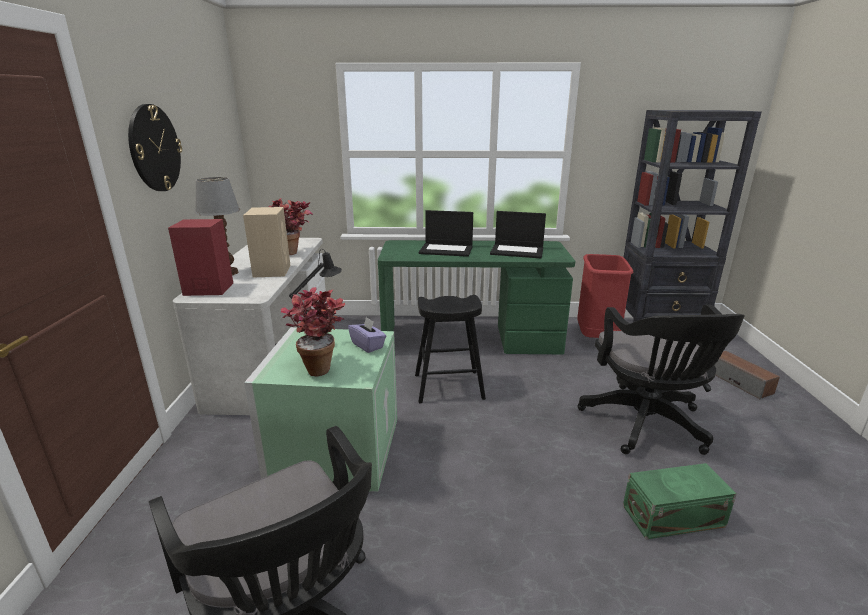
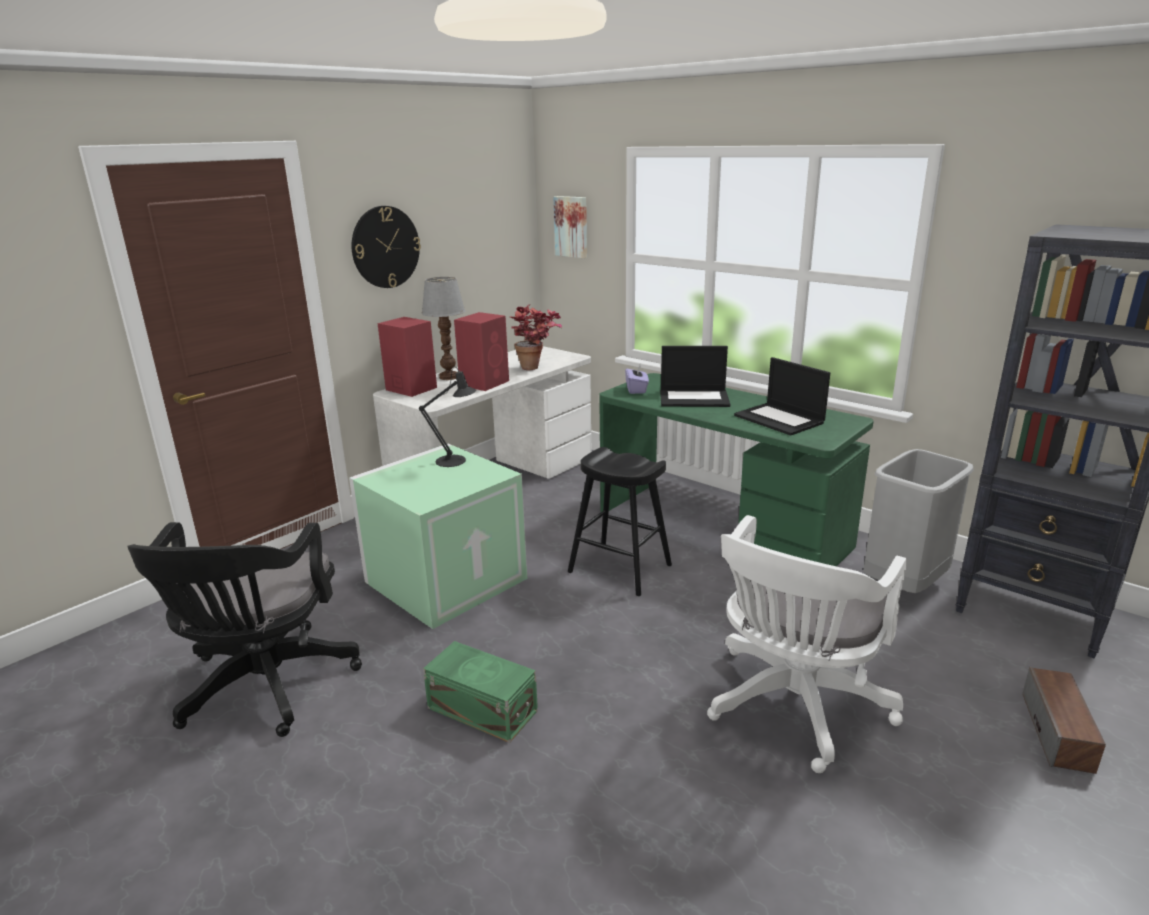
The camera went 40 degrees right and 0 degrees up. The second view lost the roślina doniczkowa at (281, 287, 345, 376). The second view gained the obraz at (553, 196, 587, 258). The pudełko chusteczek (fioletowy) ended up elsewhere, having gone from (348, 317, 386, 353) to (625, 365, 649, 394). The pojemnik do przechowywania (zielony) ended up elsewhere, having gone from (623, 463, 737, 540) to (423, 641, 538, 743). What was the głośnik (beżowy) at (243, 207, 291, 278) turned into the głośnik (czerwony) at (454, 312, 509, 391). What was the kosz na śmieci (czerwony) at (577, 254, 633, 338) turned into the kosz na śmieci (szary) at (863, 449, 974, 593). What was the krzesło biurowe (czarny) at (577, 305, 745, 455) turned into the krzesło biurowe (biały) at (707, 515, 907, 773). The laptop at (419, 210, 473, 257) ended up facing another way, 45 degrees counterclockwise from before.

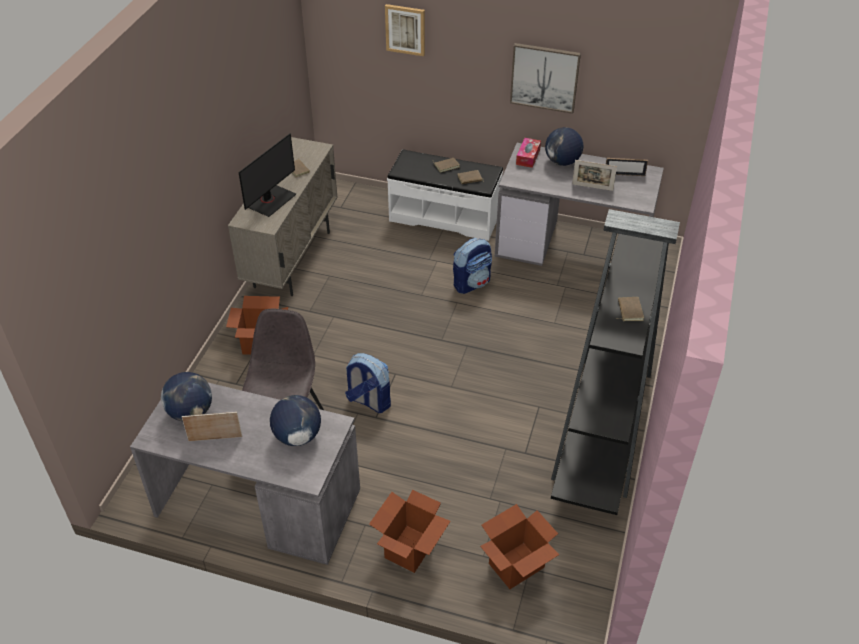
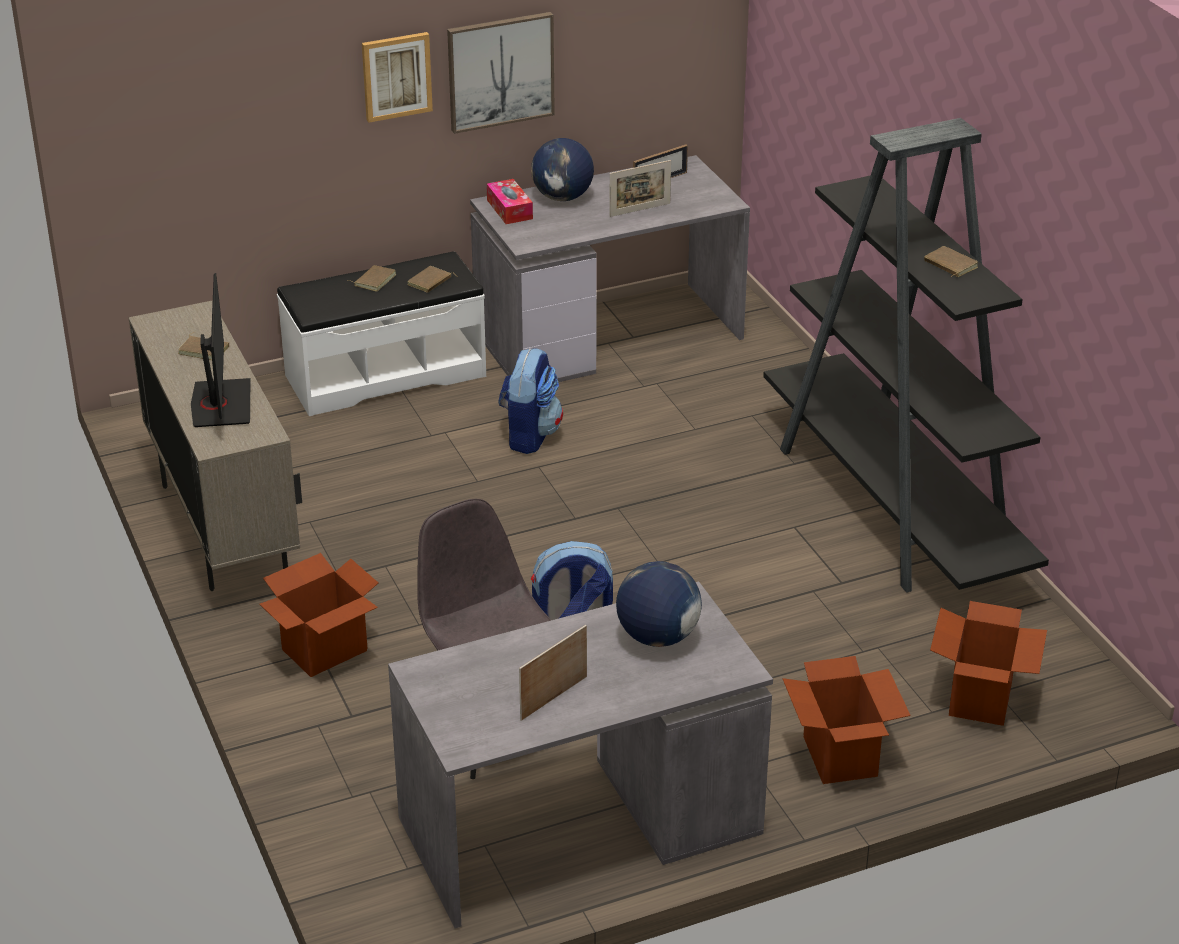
The camera went 40 degrees left and 10 degrees down. The second view lost the globus at (161, 372, 212, 421). The obraz ended up elsewhere, having gone from (385, 4, 425, 56) to (362, 32, 433, 123).

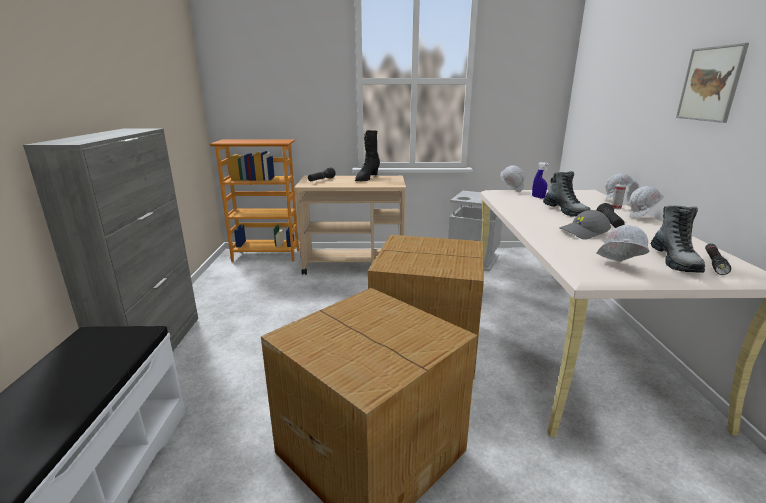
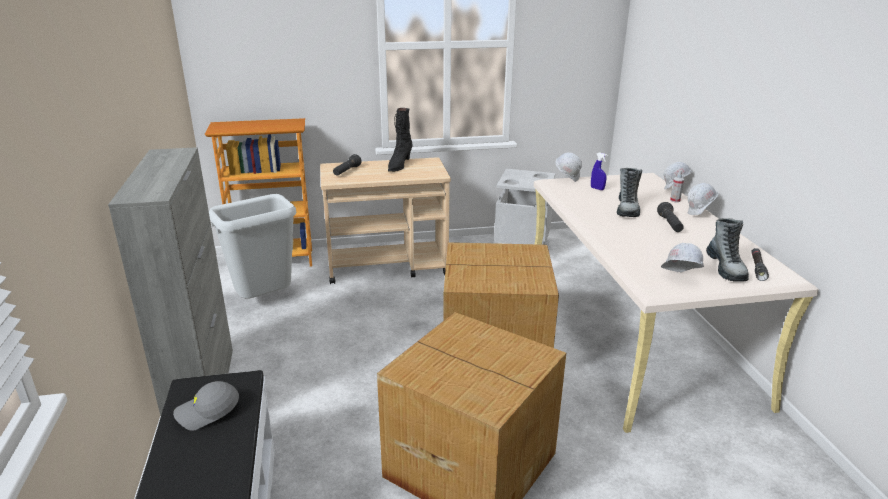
The camera went 10 degrees left and 5 degrees up. The second view lost the obraz at (676, 43, 749, 123). The second view gained the kosz na śmieci (szary) at (209, 194, 297, 299). The czapka z daszkiem (szary) ended up elsewhere, having gone from (560, 210, 611, 240) to (173, 381, 239, 431). The but z cholewką at (543, 171, 591, 217) ended up facing another way, 45 degrees clockwise from before.

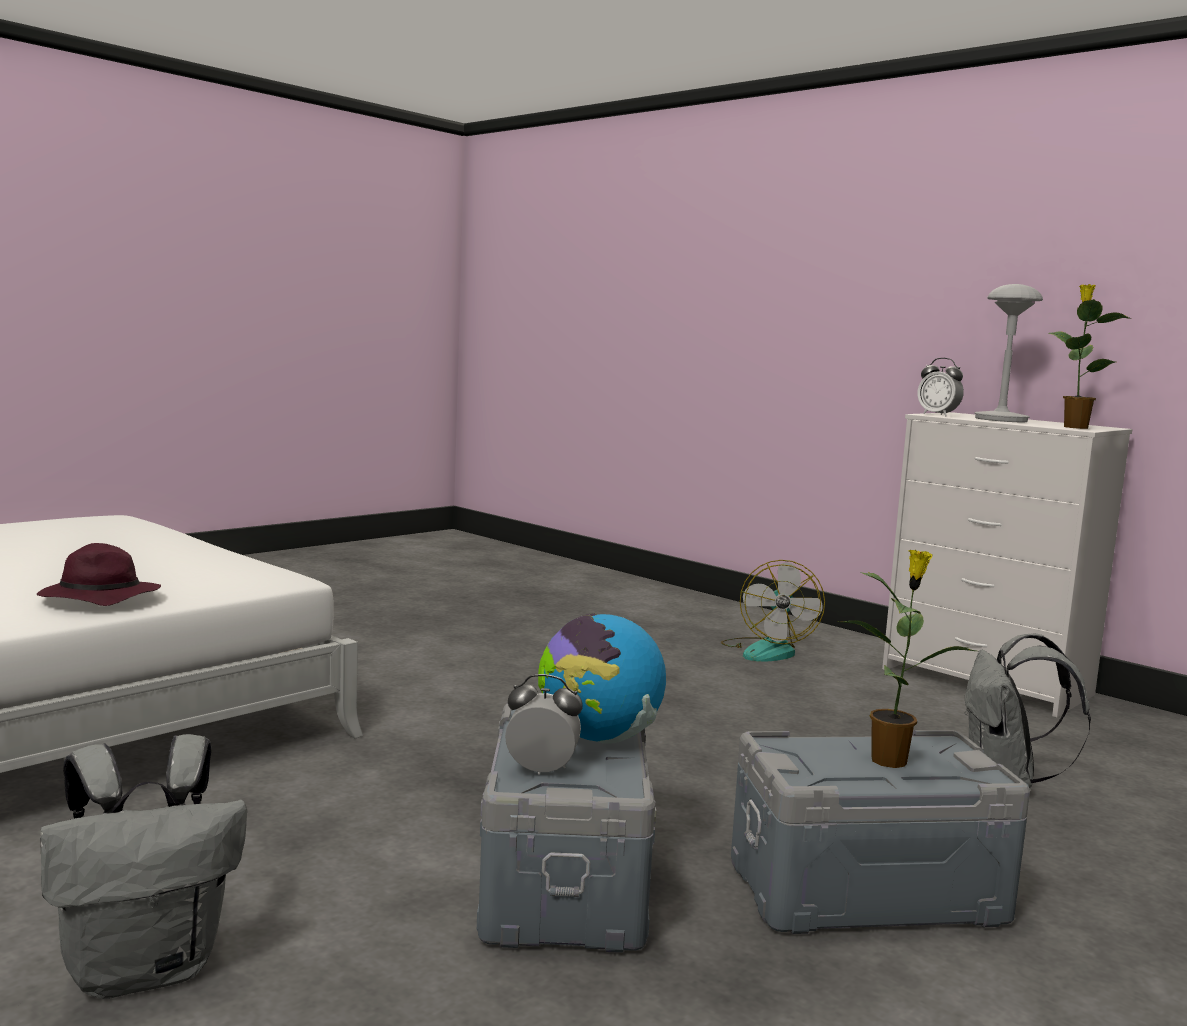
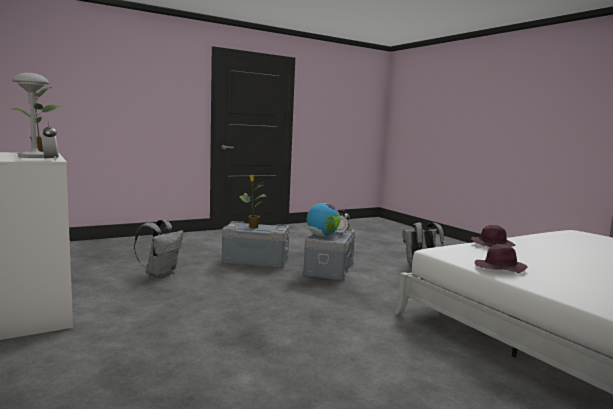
The camera went 165 degrees left and 0 degrees up. The second view lost the wentylator at (721, 560, 825, 662). The second view gained the kapelusz (fioletowy) at (475, 244, 528, 273).

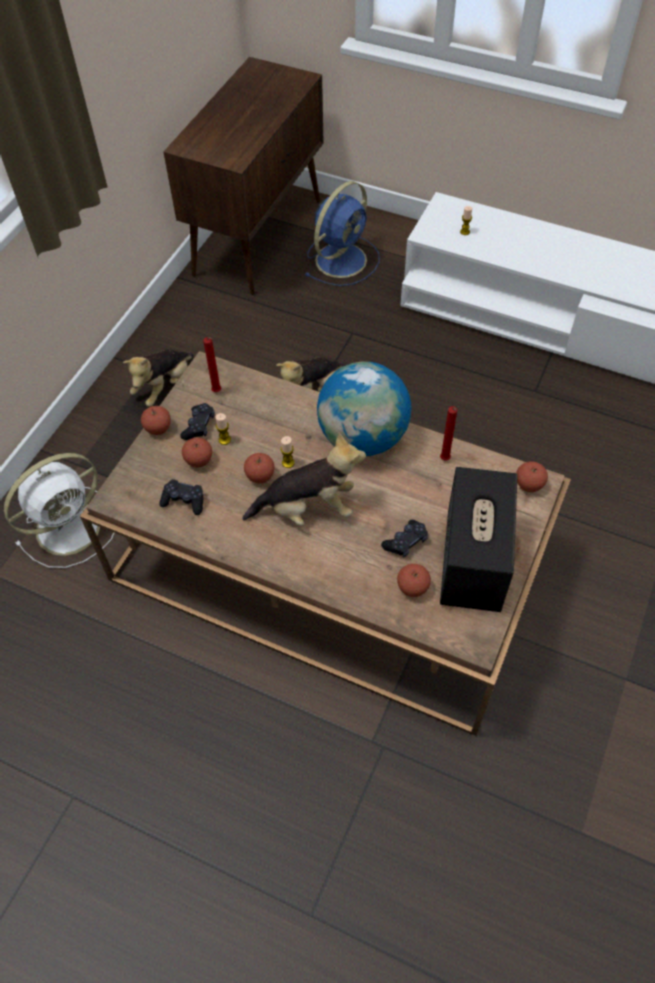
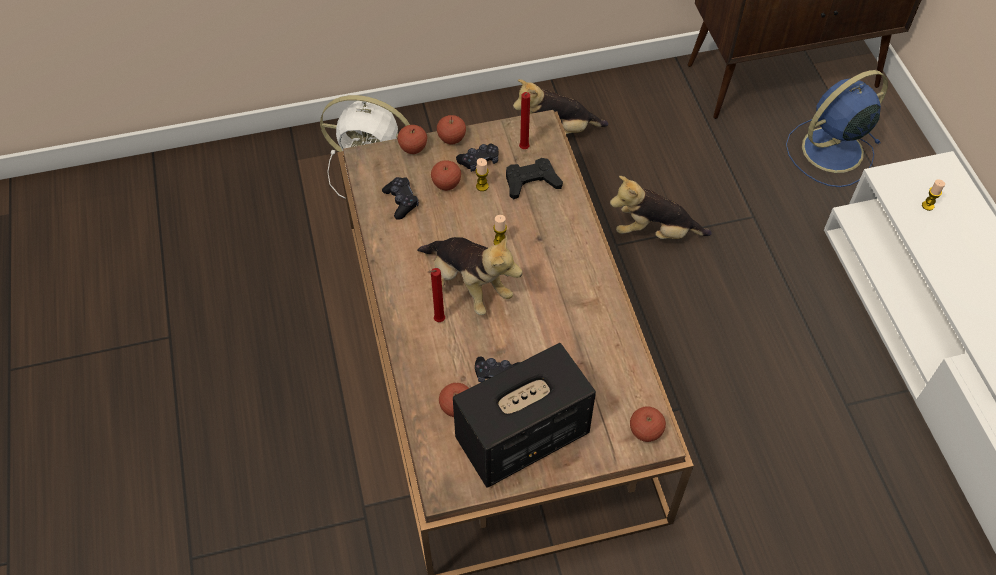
The camera went 50 degrees right and 0 degrees up. The second view lost the globus at (317, 362, 412, 456). The second view gained the pad do gier (czarny) at (506, 158, 563, 199). The jabłko ended up elsewhere, having gone from (244, 453, 275, 483) to (398, 125, 427, 154). The świeca (czerwony) ended up elsewhere, having gone from (440, 406, 457, 461) to (428, 268, 445, 322). The wentylator (niebieski) at (305, 181, 380, 286) ended up facing another way, 150 degrees clockwise from before.

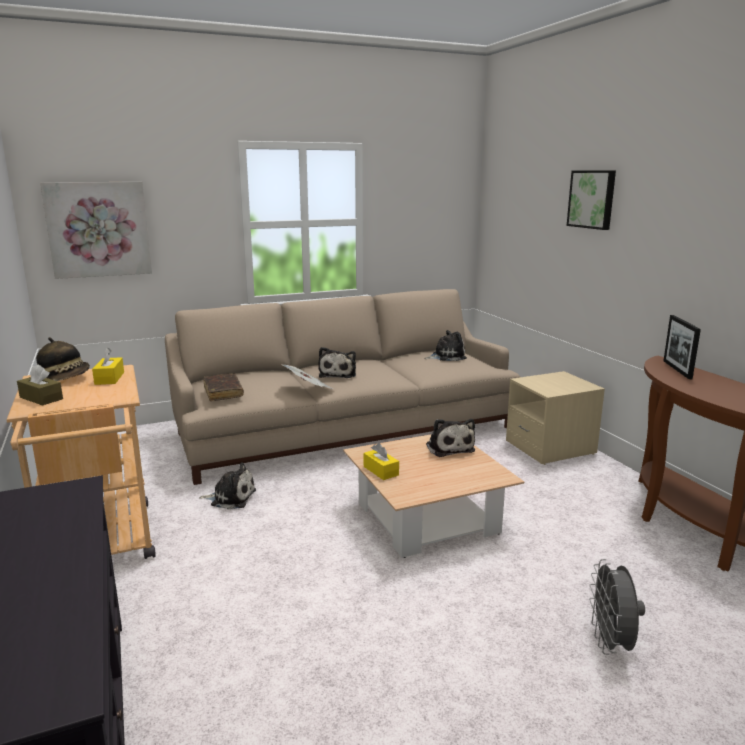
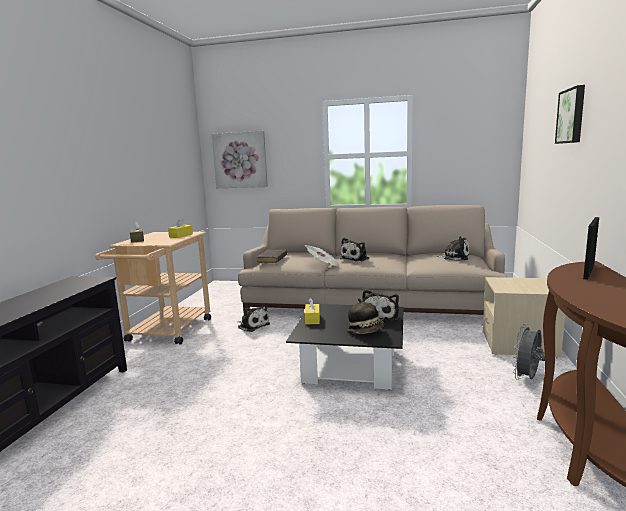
The camera went 35 degrees right and 5 degrees down. The kapelusz ended up elsewhere, having gone from (36, 337, 90, 381) to (347, 298, 384, 334). The wentylator (szary) ended up elsewhere, having gone from (589, 559, 645, 655) to (512, 324, 545, 380). What was the ława (beżowy) at (343, 434, 524, 558) turned into the ława (czarny) at (286, 304, 404, 390).

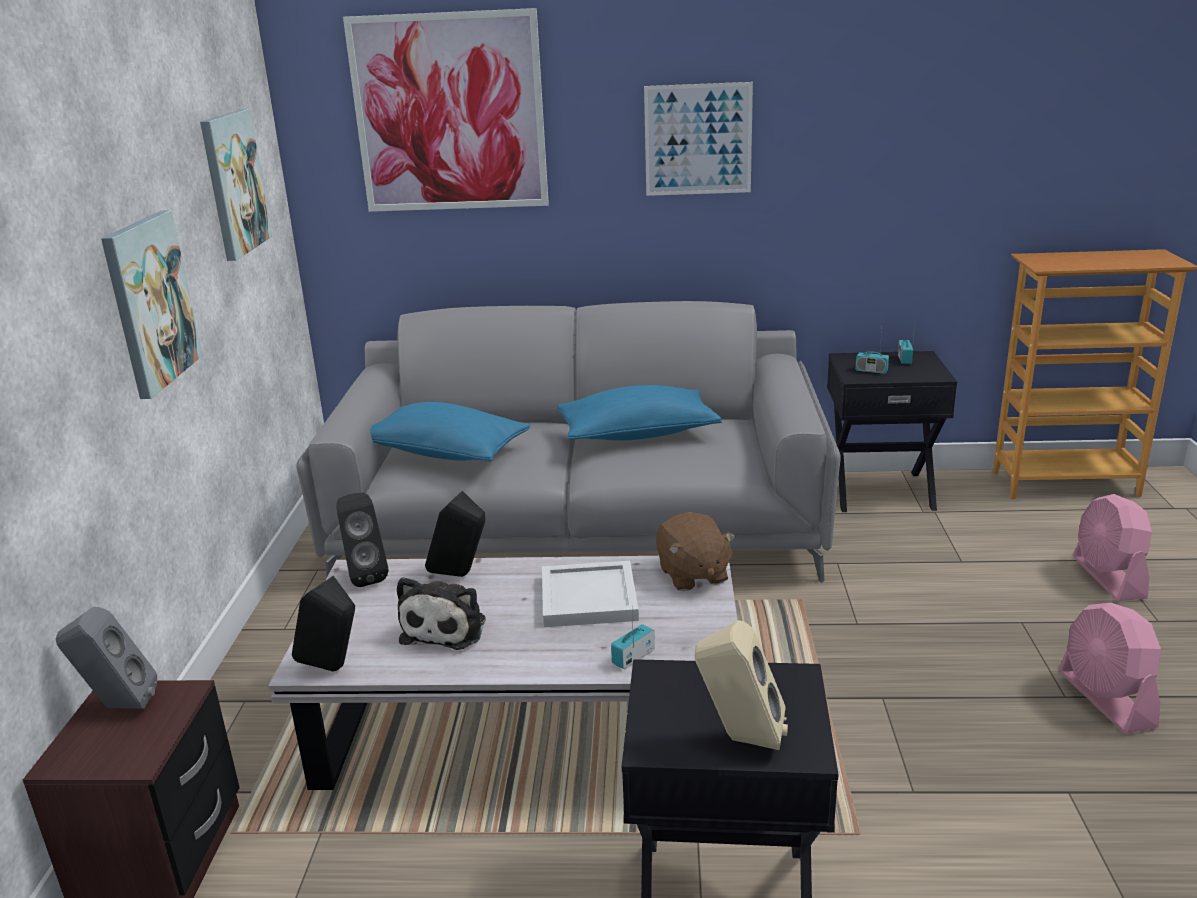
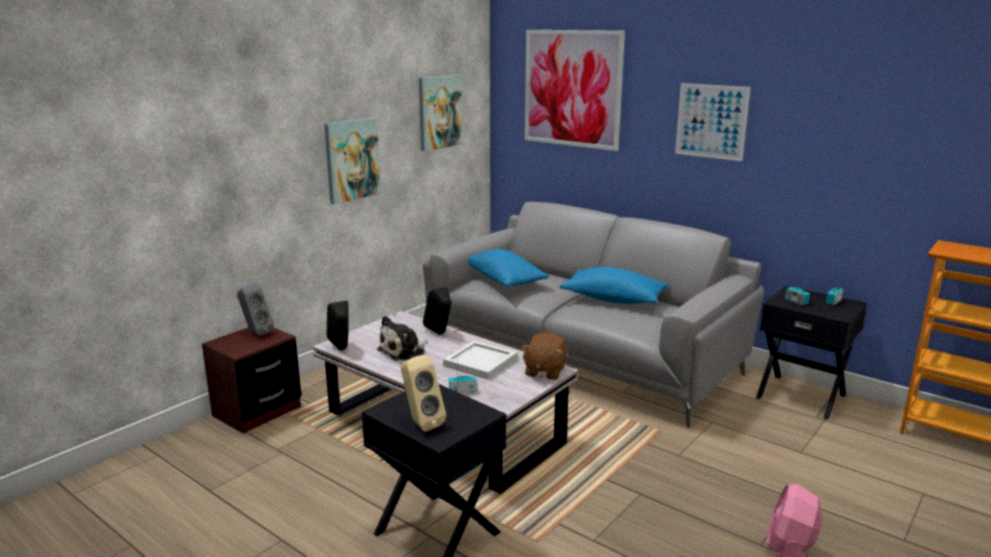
The camera went 35 degrees right and 5 degrees down. The second view lost the głośnik (czarny) at (336, 492, 388, 587). The second view lost the wentylator (różowy) at (1073, 494, 1152, 601).

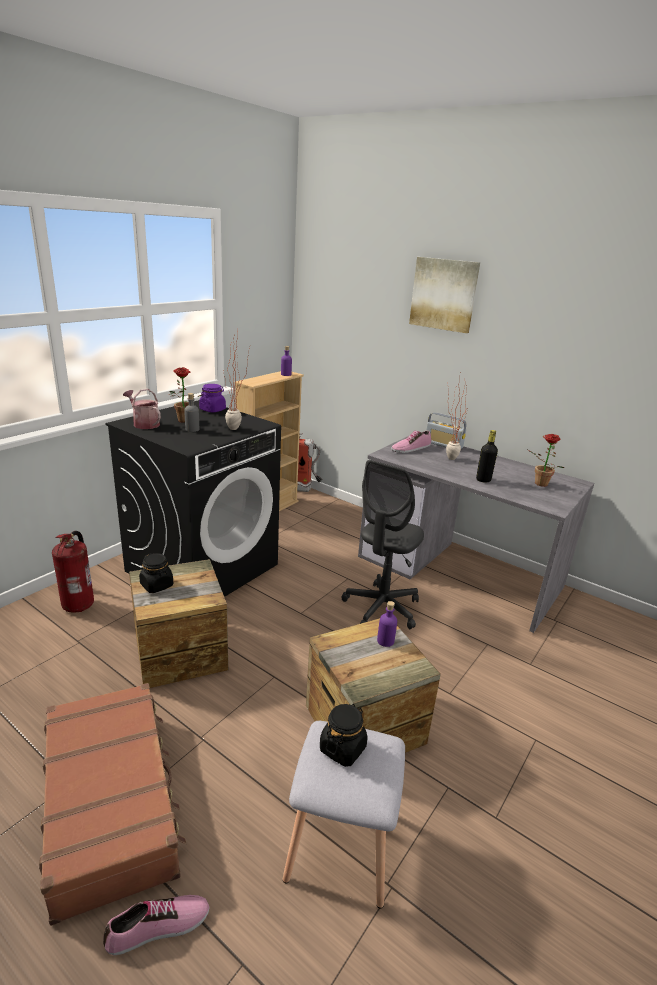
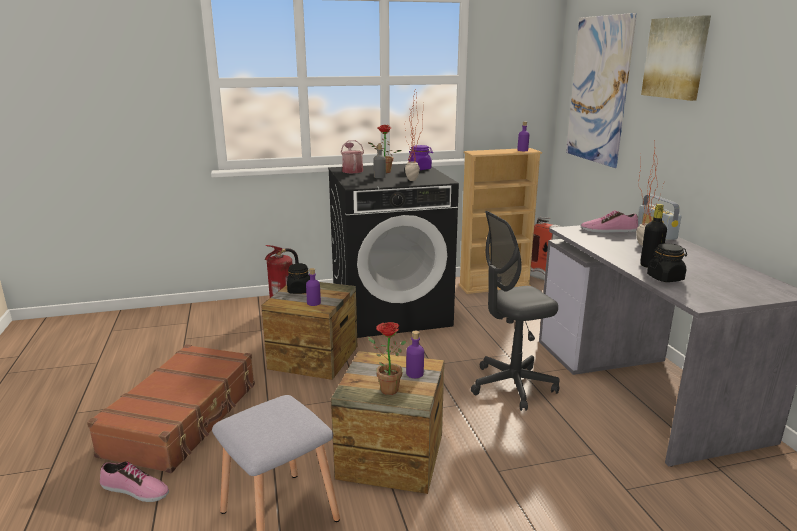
The camera went 40 degrees right and 5 degrees down. The second view gained the butelka (fioletowy) at (306, 268, 321, 306). The second view gained the obraz at (566, 13, 637, 168). The słoik (czarny) ended up elsewhere, having gone from (320, 704, 368, 767) to (647, 243, 687, 282). The roślina doniczkowa ended up elsewhere, having gone from (528, 434, 564, 487) to (368, 322, 407, 395).

